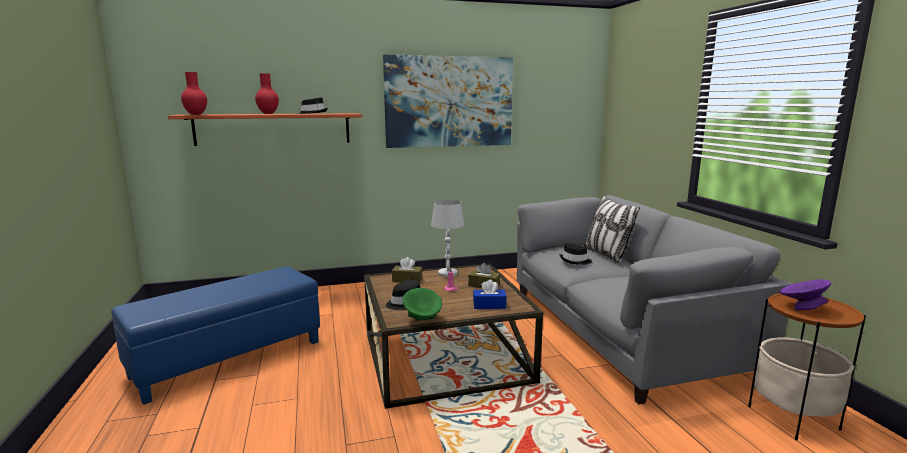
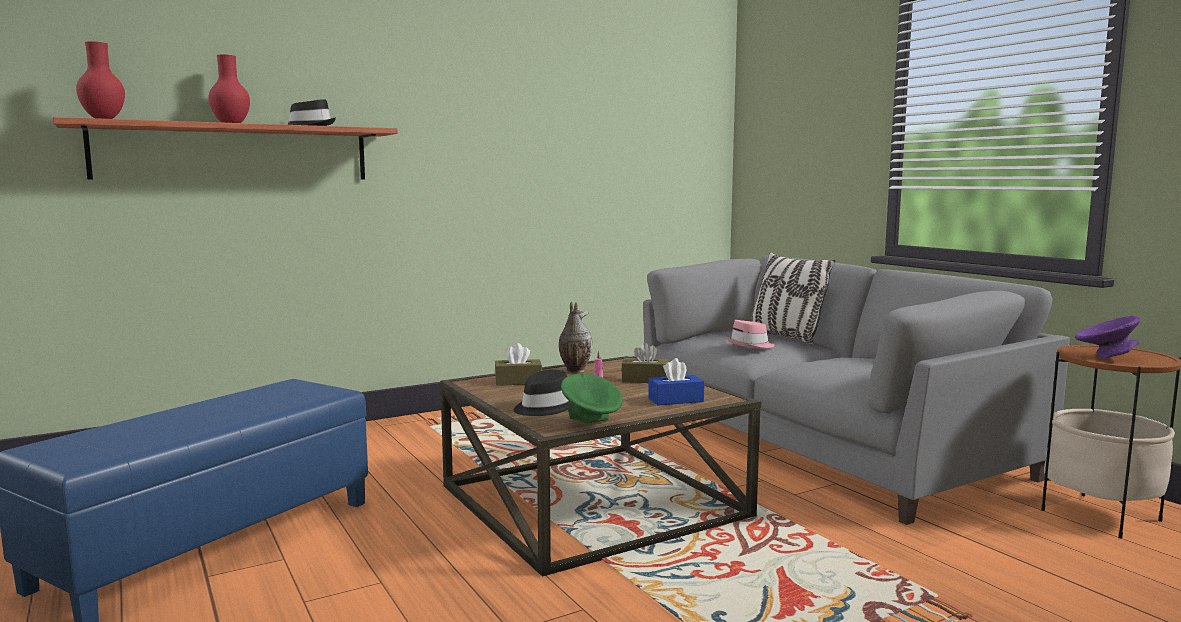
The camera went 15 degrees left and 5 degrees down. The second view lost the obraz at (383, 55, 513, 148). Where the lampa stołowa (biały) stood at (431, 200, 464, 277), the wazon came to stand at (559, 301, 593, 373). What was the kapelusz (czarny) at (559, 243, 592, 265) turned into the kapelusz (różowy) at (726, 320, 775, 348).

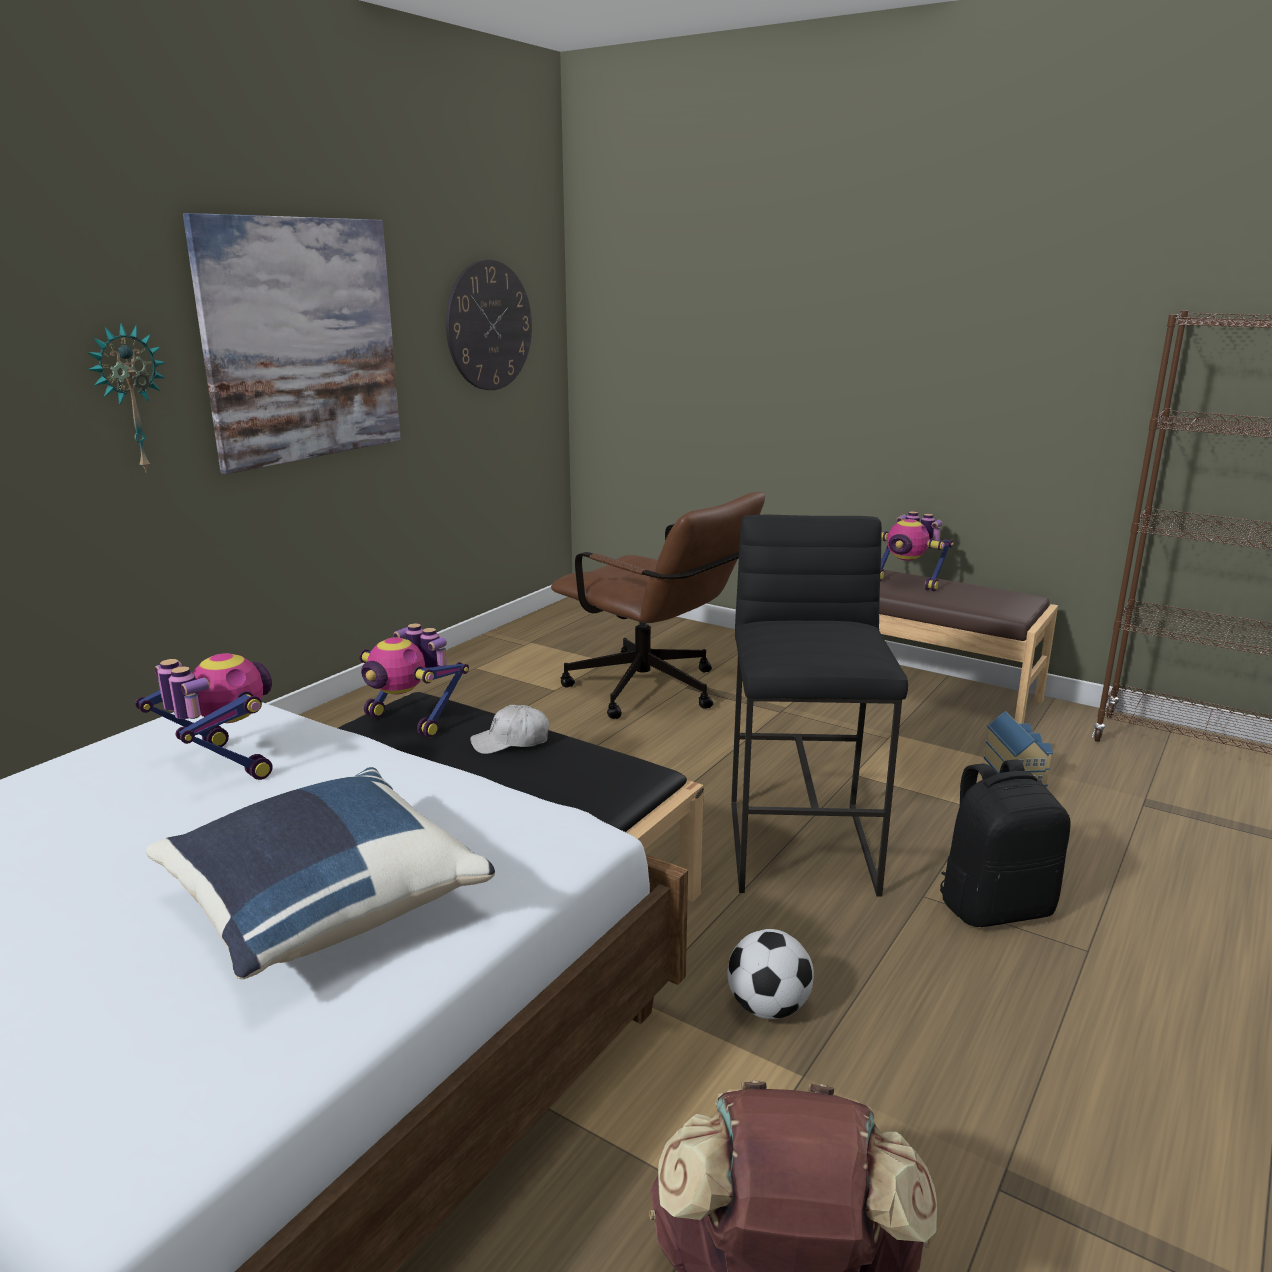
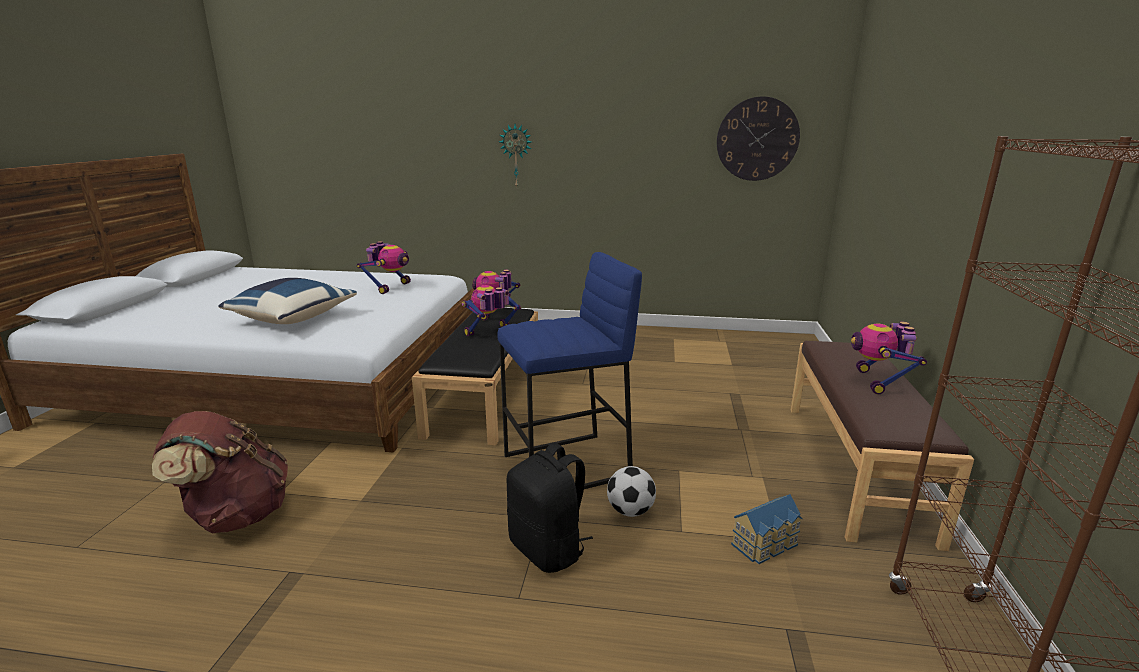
The camera went 65 degrees right and 0 degrees up. The second view lost the obraz at (183, 213, 401, 474). The second view lost the krzesło biurowe (brązowy) at (551, 492, 765, 719). The piłka futbolowa ended up elsewhere, having gone from (727, 929, 814, 1019) to (607, 466, 656, 517). Where the czapka z daszkiem (biały) stood at (470, 705, 549, 754), the robot zabawkowy came to stand at (462, 285, 521, 336). What was the stołek (czarny) at (731, 515, 908, 897) turned into the stołek (niebieski) at (497, 252, 642, 489).

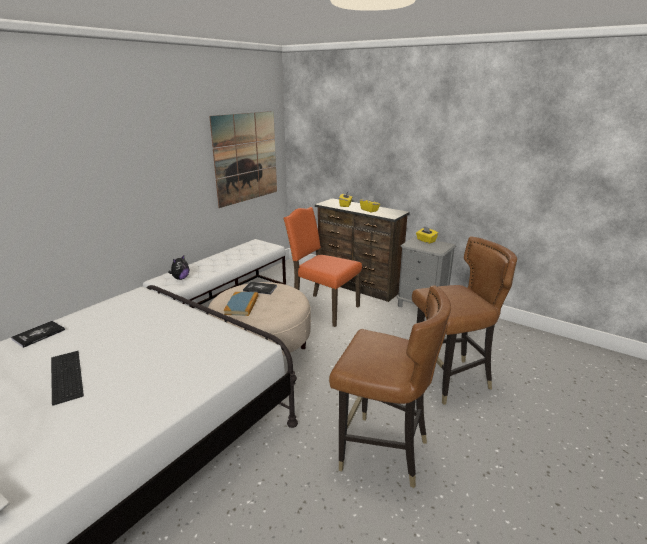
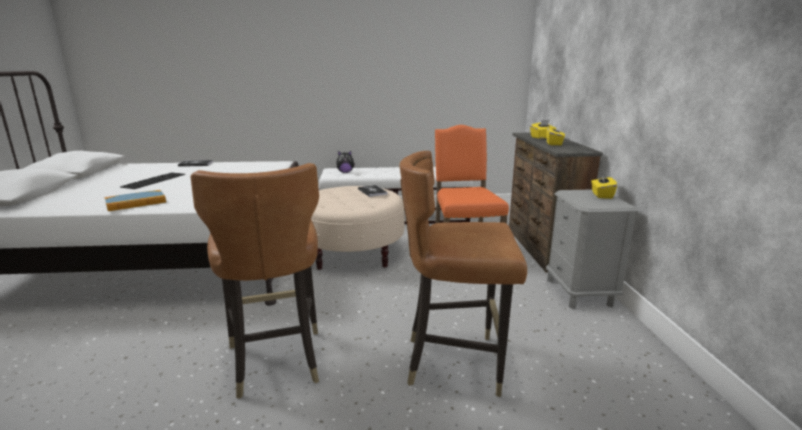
The camera went 50 degrees right and 5 degrees down. The second view lost the obraz at (209, 111, 277, 208). The książka ended up elsewhere, having gone from (224, 292, 258, 316) to (104, 190, 166, 211). The krzesło (brązowy) at (412, 236, 517, 405) ended up facing another way, 150 degrees clockwise from before.

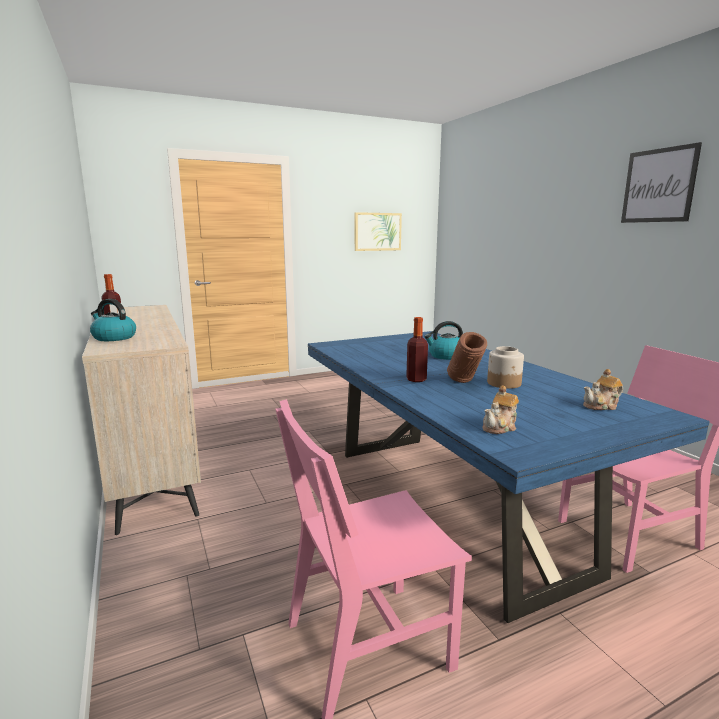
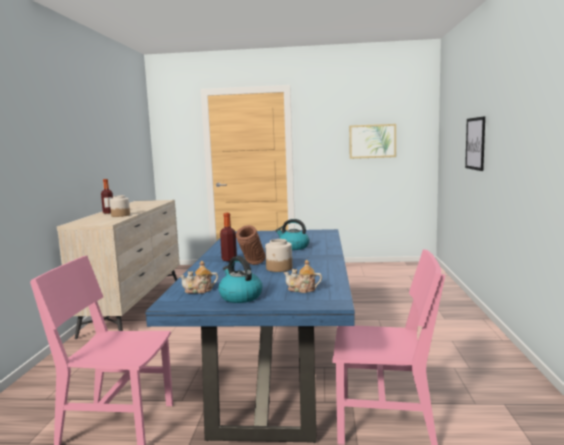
The camera went 30 degrees right and 5 degrees down. The second view gained the słoik at (110, 195, 130, 217). The czajnik ended up elsewhere, having gone from (90, 299, 136, 341) to (218, 256, 263, 303). The obraz ended up elsewhere, having gone from (621, 142, 702, 223) to (465, 116, 485, 171).

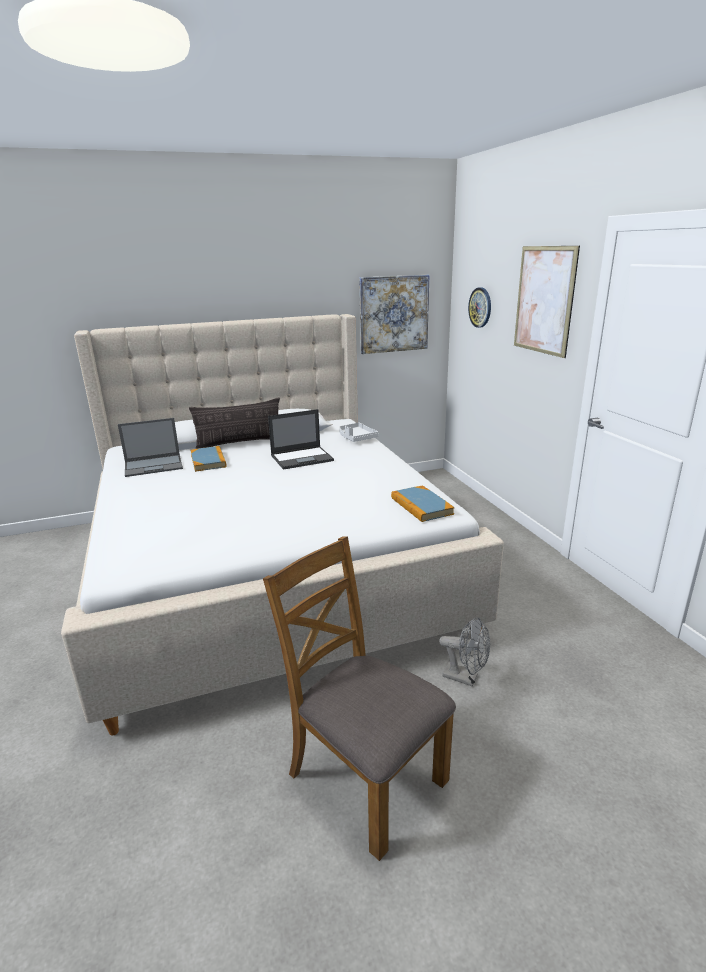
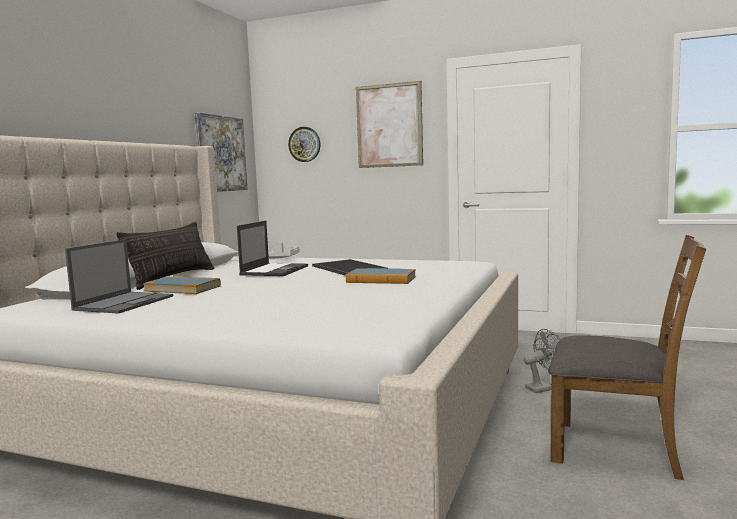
The camera went 50 degrees left and 15 degrees down. The second view gained the taca at (312, 259, 387, 276). The książka ended up elsewhere, having gone from (391, 485, 455, 522) to (346, 268, 416, 284). The krzesło (brązowy) at (263, 536, 456, 861) ended up facing another way, 150 degrees counterclockwise from before.

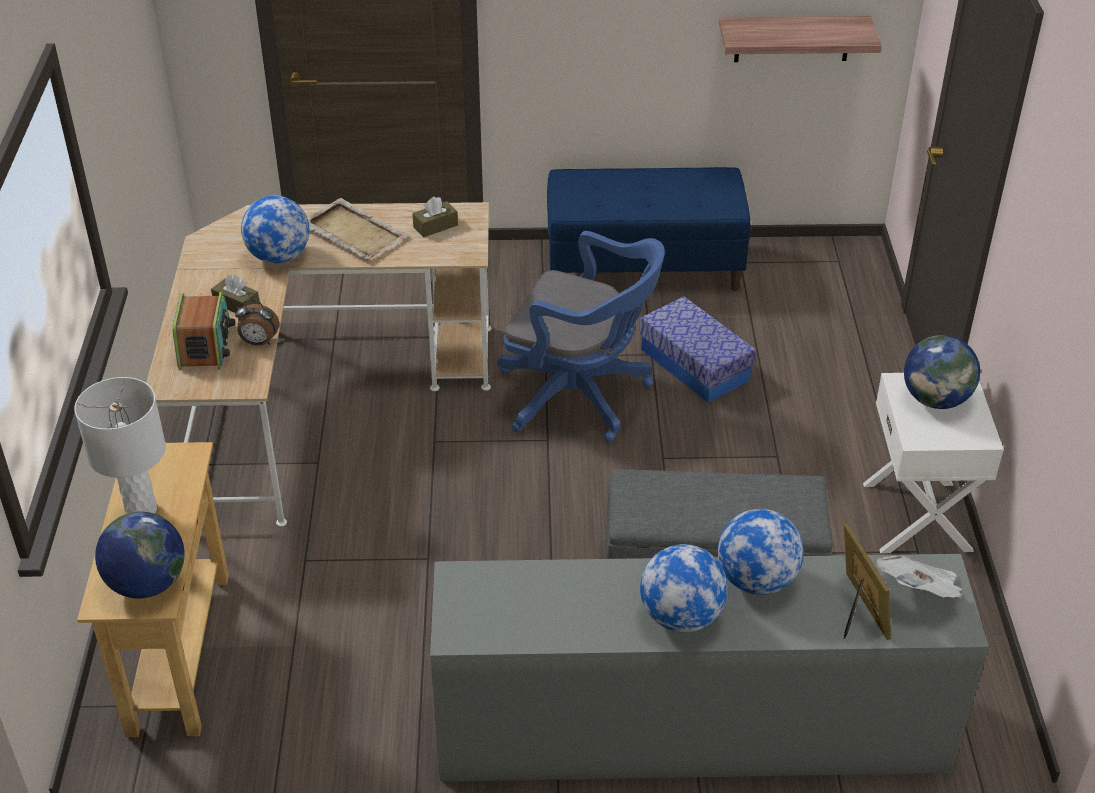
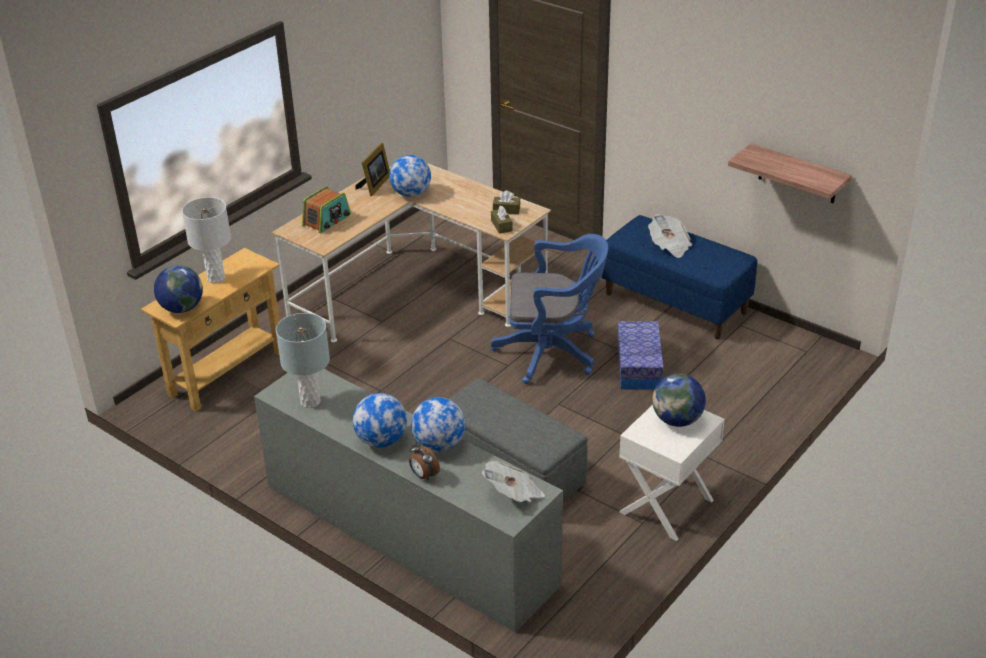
The camera went 40 degrees right and 5 degrees down. The second view lost the taca (beżowy) at (307, 198, 410, 259). The second view gained the lampa stołowa (szary) at (276, 313, 330, 408). The second view gained the gazeta at (648, 214, 692, 258). The pudełko chusteczek (brązowy) ended up elsewhere, having gone from (211, 274, 260, 313) to (491, 206, 513, 234). The budzik ended up elsewhere, having gone from (235, 300, 280, 346) to (409, 442, 440, 481). The ramka na zdjęcie ended up elsewhere, having gone from (844, 524, 891, 640) to (355, 142, 390, 196). The krzesło biurowe (niebieski) at (497, 231, 665, 442) ended up facing another way, 60 degrees counterclockwise from before.

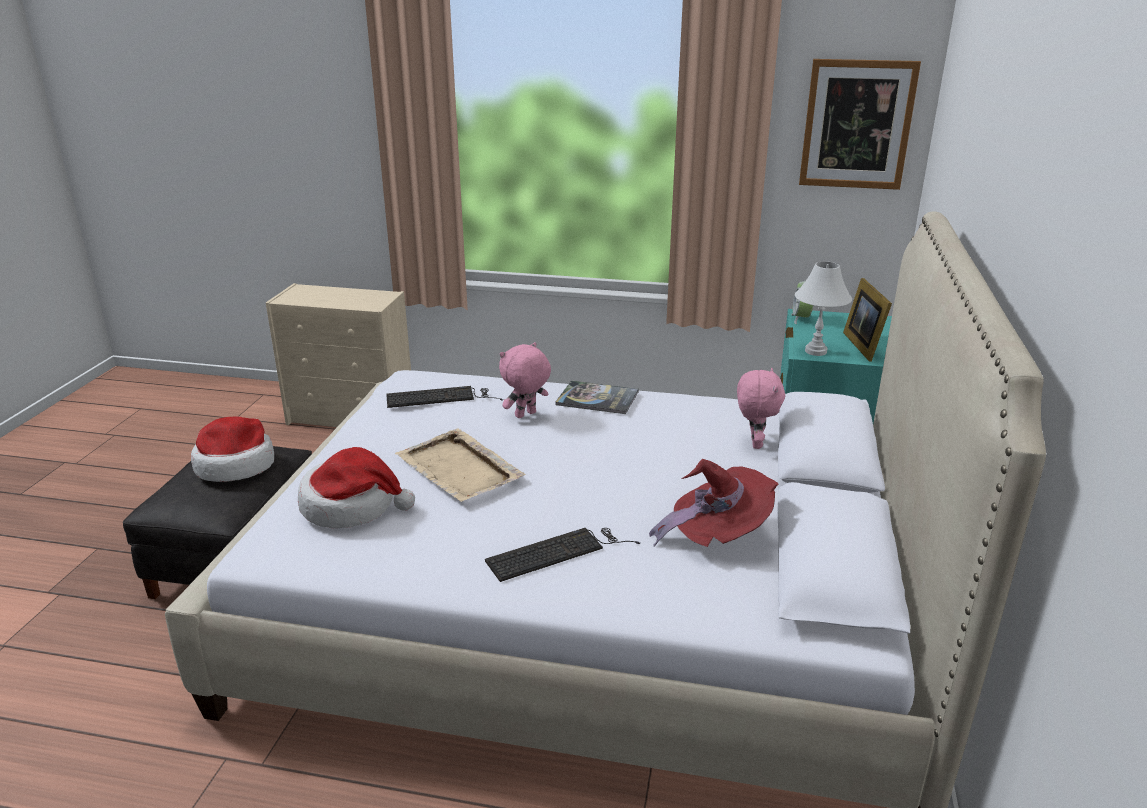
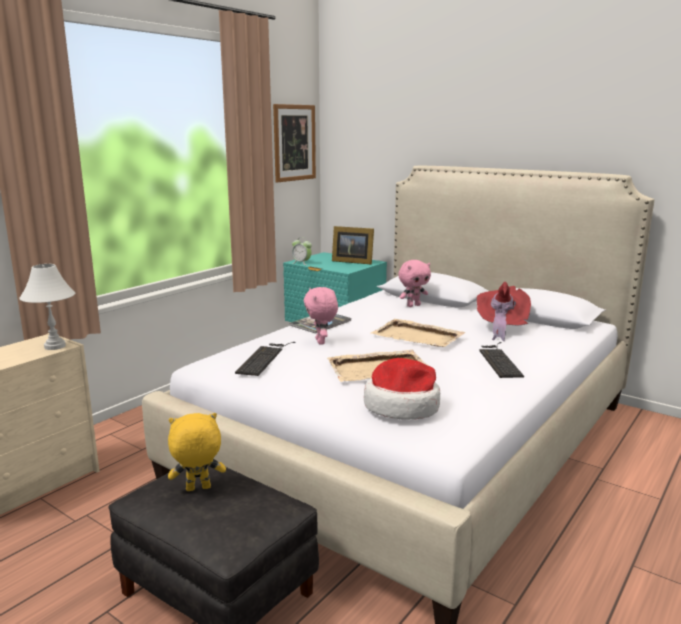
The camera went 65 degrees left and 10 degrees down. The second view gained the taca (beżowy) at (370, 319, 466, 347). The lampa stołowa (biały) ended up elsewhere, having gone from (795, 261, 852, 356) to (19, 264, 75, 350). Where the kapelusz stood at (191, 417, 274, 482), the pluszak (żółty) came to stand at (168, 413, 226, 491). The pluszak (różowy) at (737, 368, 785, 449) ended up facing another way, 120 degrees clockwise from before.

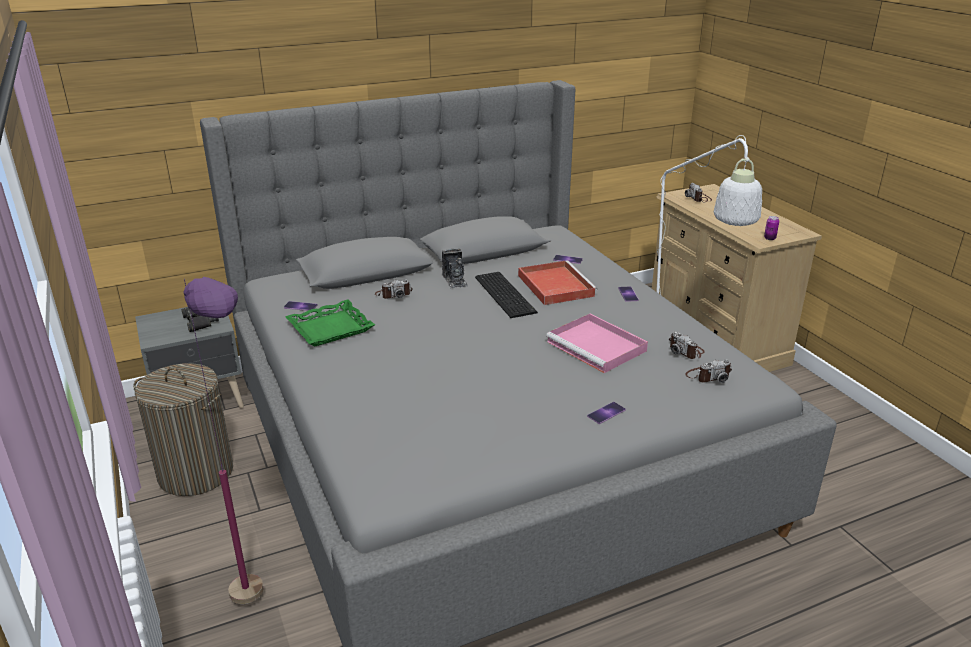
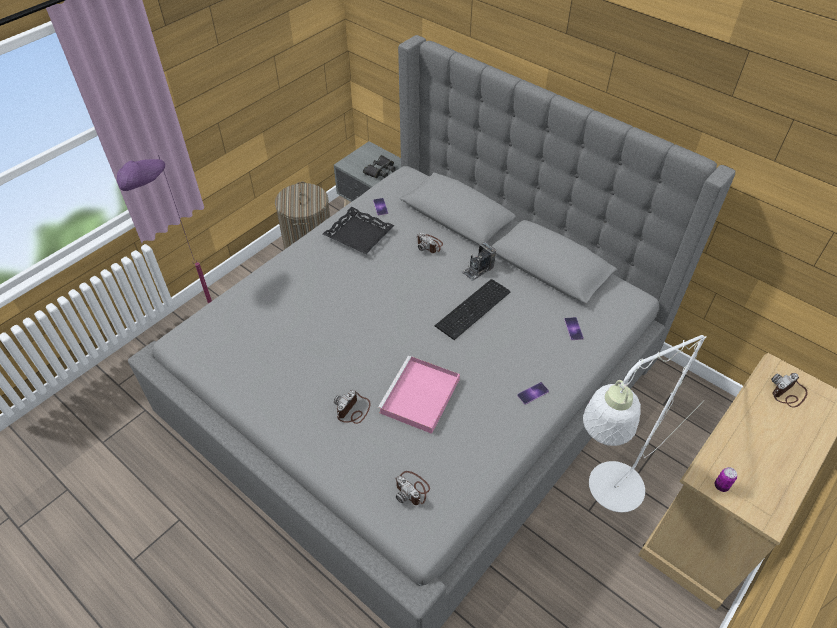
The camera went 65 degrees right and 20 degrees up. The second view lost the taca (czerwony) at (518, 260, 598, 305). The second view lost the telefon at (587, 402, 626, 424). The aparat fotograficzny ended up elsewhere, having gone from (669, 331, 705, 359) to (334, 390, 371, 424). What was the taca (zielony) at (285, 299, 375, 346) turned into the taca (czarny) at (323, 207, 395, 254).

